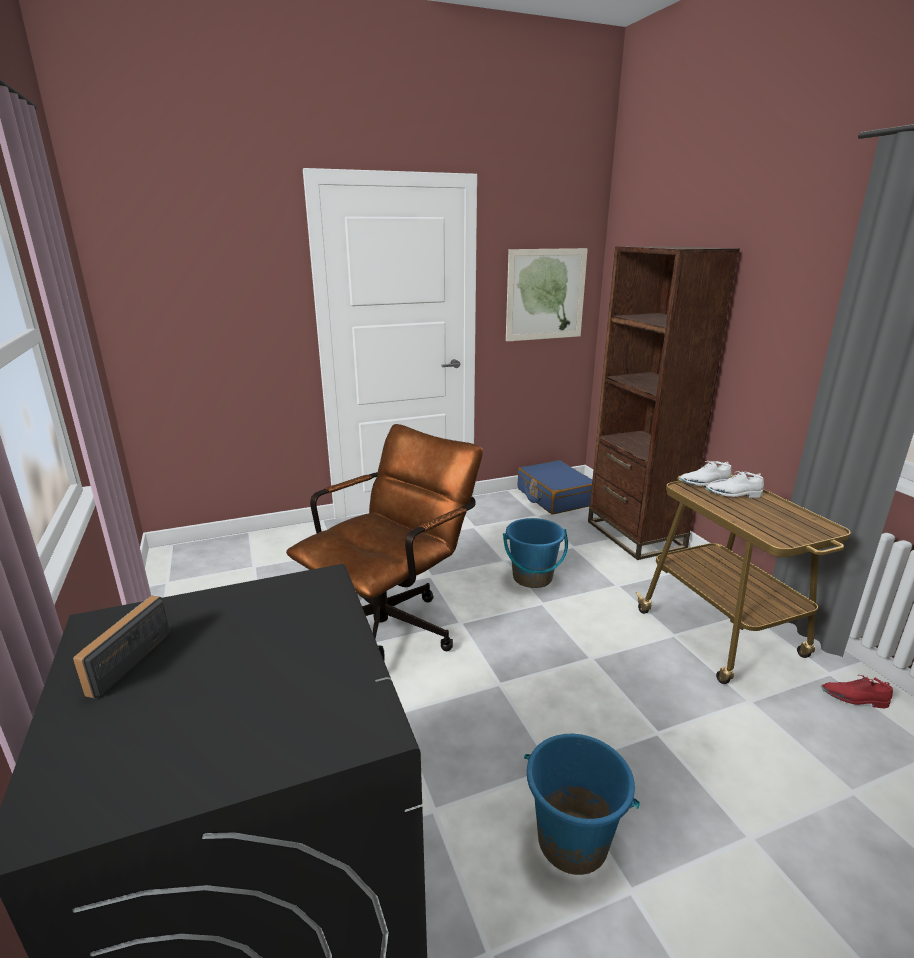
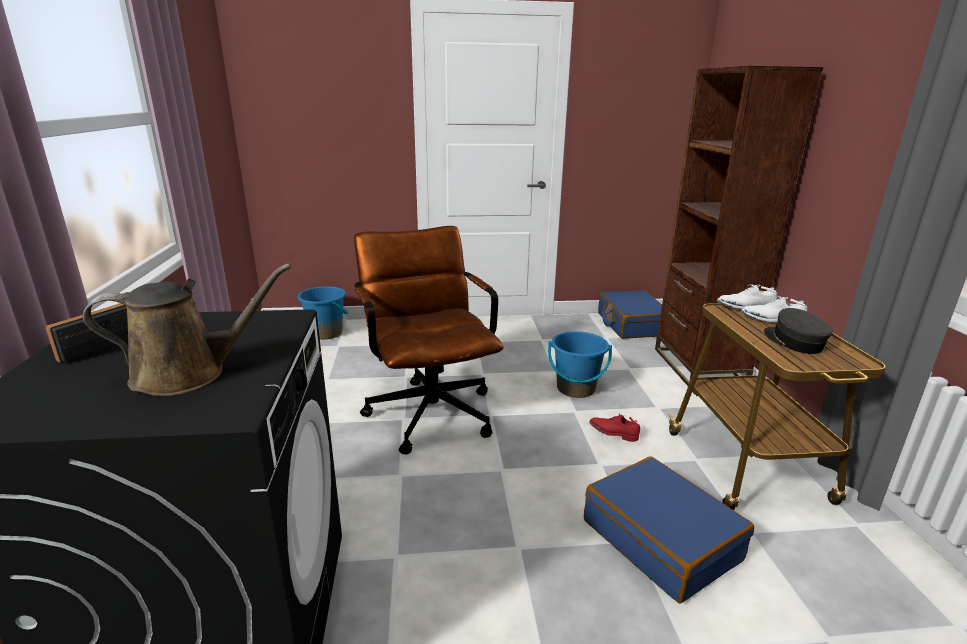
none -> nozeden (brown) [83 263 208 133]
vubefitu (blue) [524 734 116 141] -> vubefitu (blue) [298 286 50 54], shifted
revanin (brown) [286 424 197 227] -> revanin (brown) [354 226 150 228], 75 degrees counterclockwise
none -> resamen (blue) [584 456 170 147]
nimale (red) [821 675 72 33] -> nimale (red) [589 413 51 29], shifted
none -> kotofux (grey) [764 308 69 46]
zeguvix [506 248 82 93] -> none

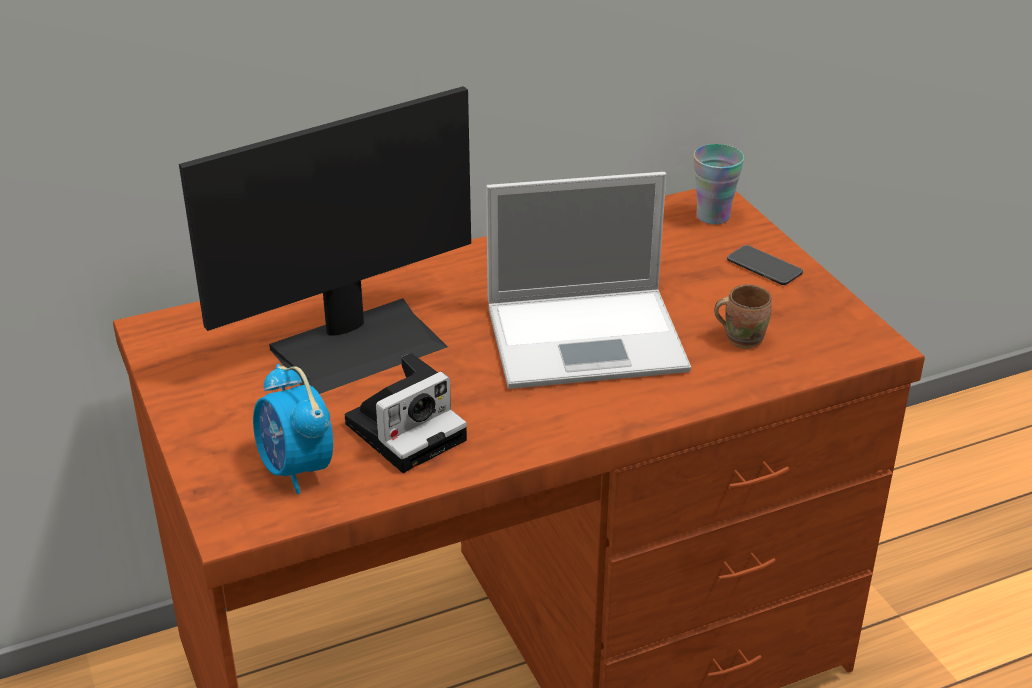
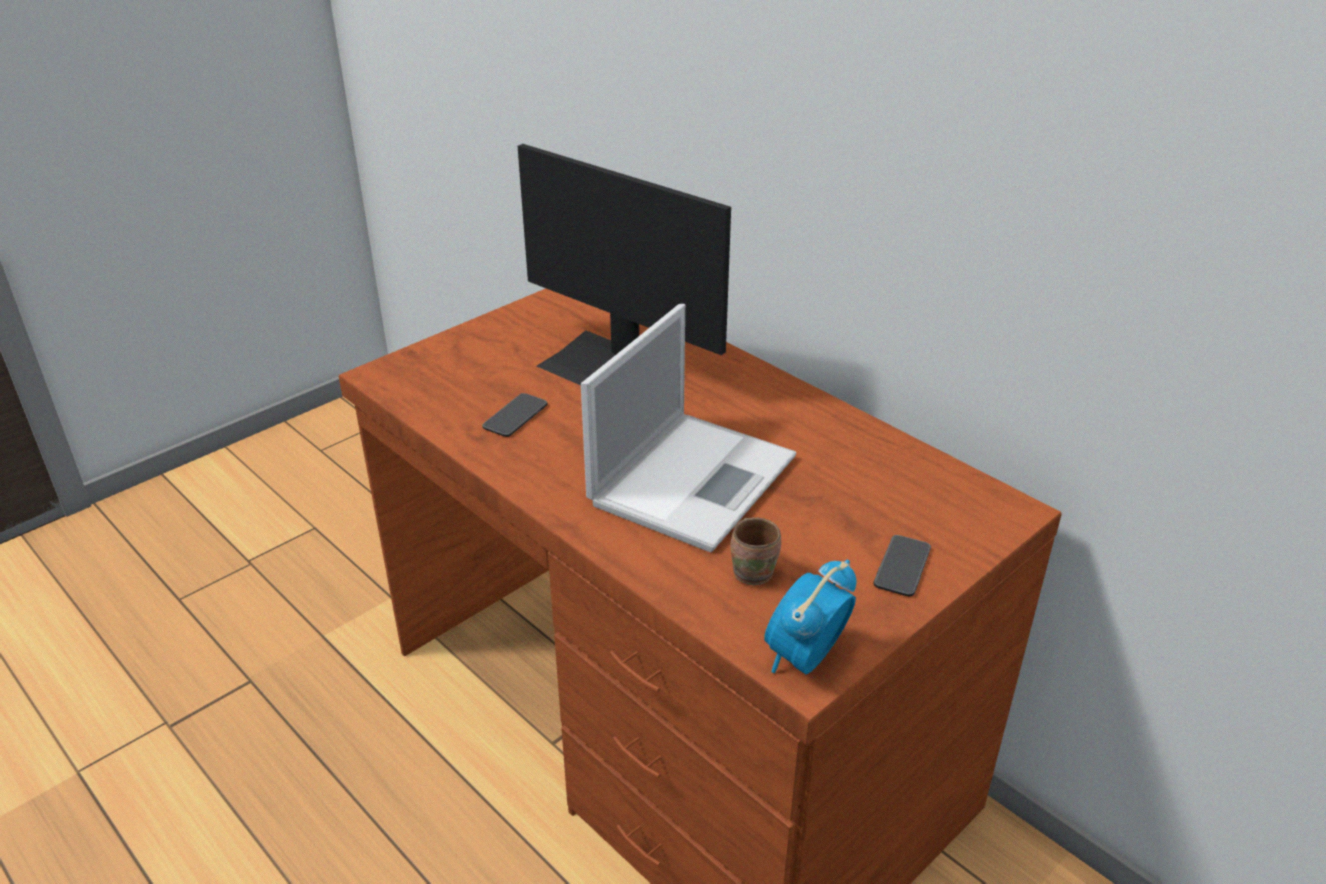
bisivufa [345 353 122 120] -> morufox [482 393 66 44]
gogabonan [486 172 205 217] -> gogabonan [581 304 215 248], 120 degrees counterclockwise
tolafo [253 364 80 130] -> tolafo [764 560 92 114], shifted
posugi [694 144 50 80] -> none

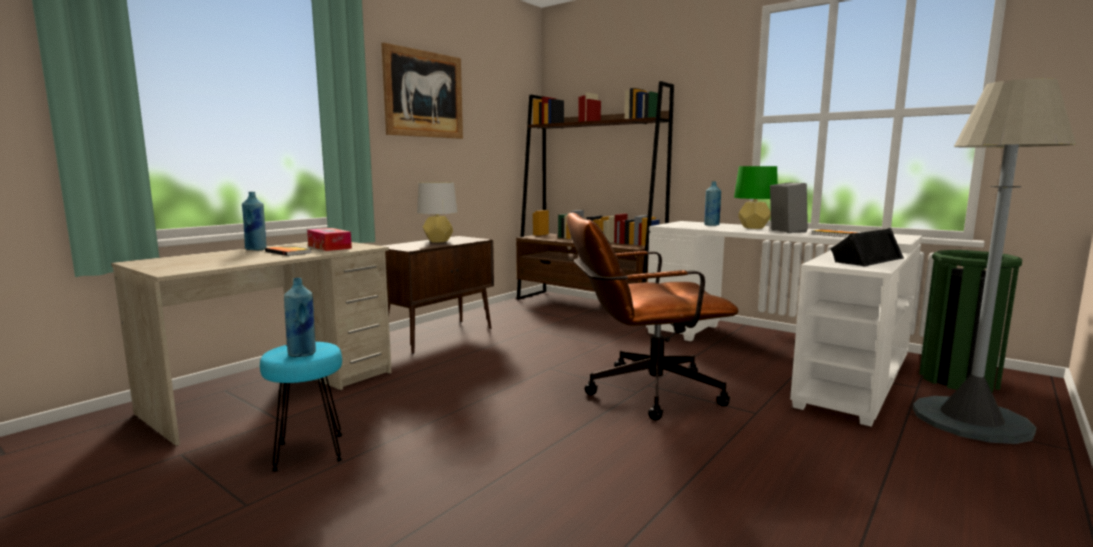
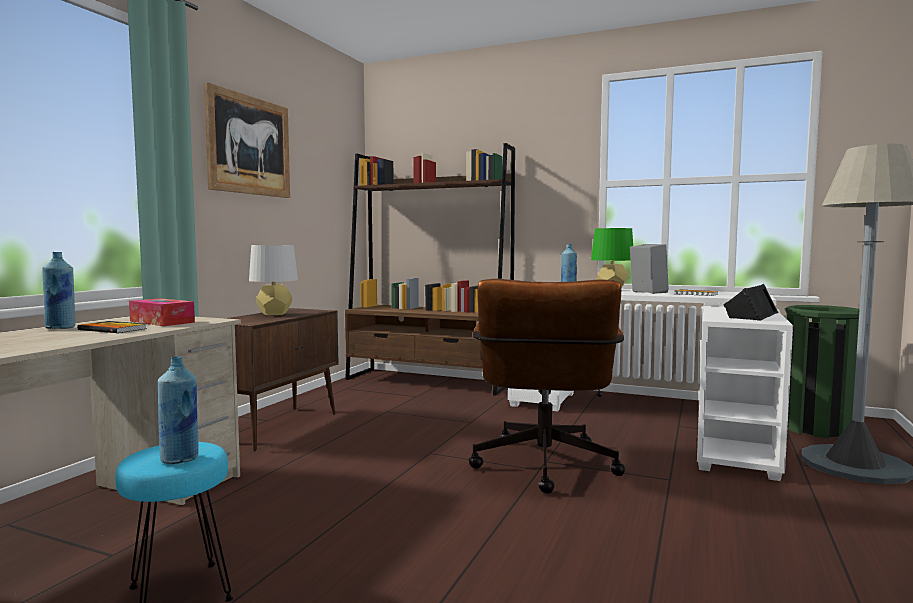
revanin (brown) [567 213 171 207] -> revanin (brown) [469 279 157 215], 60 degrees counterclockwise

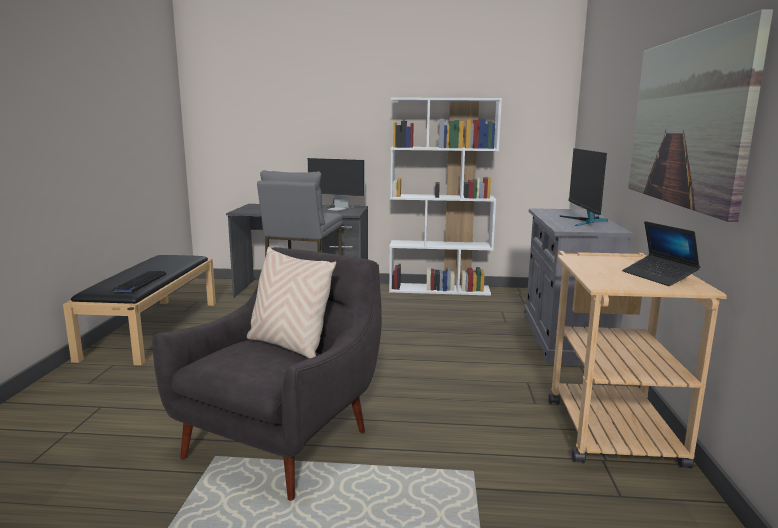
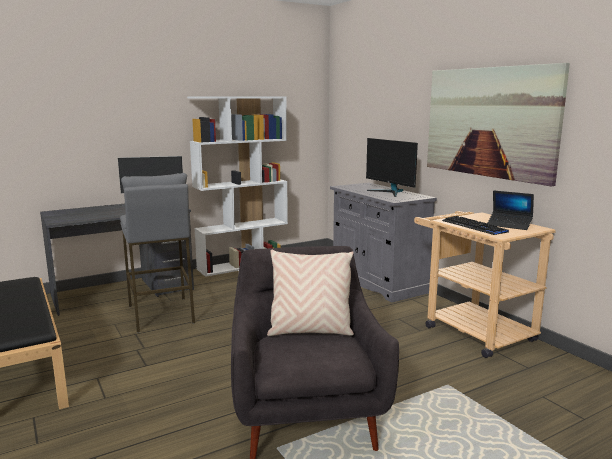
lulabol [111 271 55 22] -> lulabol [442 216 67 19], shifted

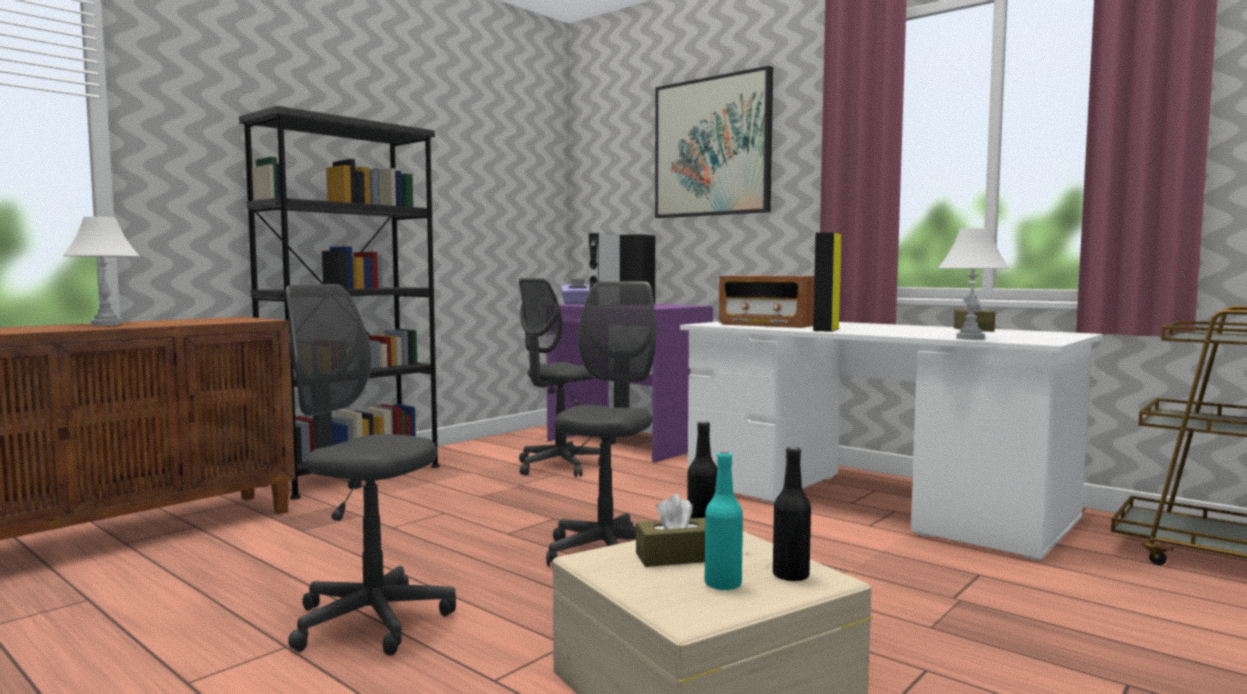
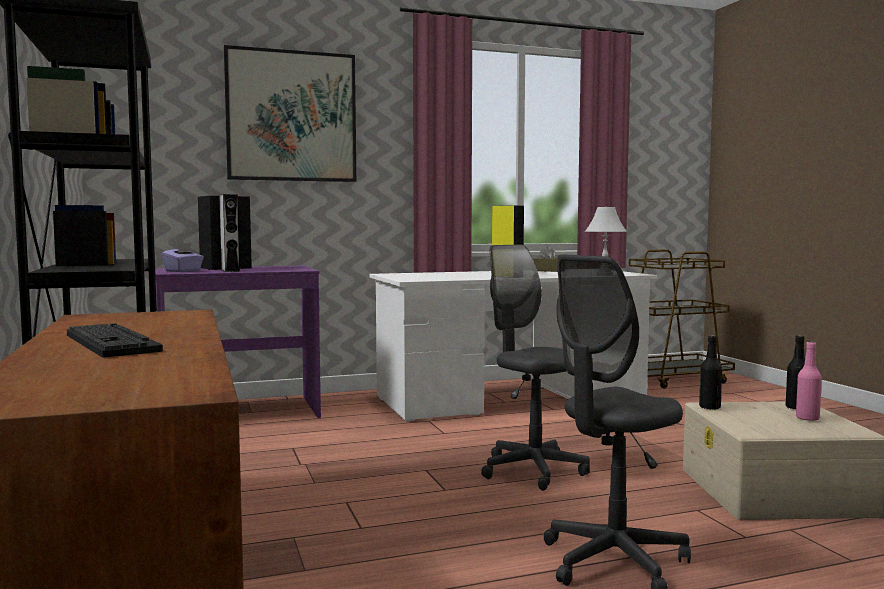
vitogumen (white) [63 216 77 110] -> lulabol [67 323 96 35]
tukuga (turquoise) [705 452 38 139] -> tukuga (pink) [796 342 26 79]
revanin (grey) [519 278 81 199] -> none
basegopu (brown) [636 494 69 73] -> none
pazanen [719 276 95 52] -> none

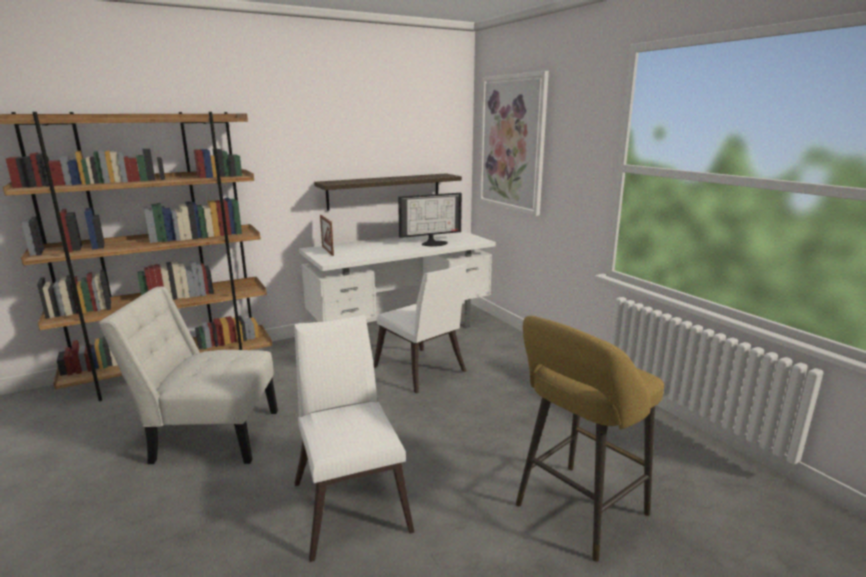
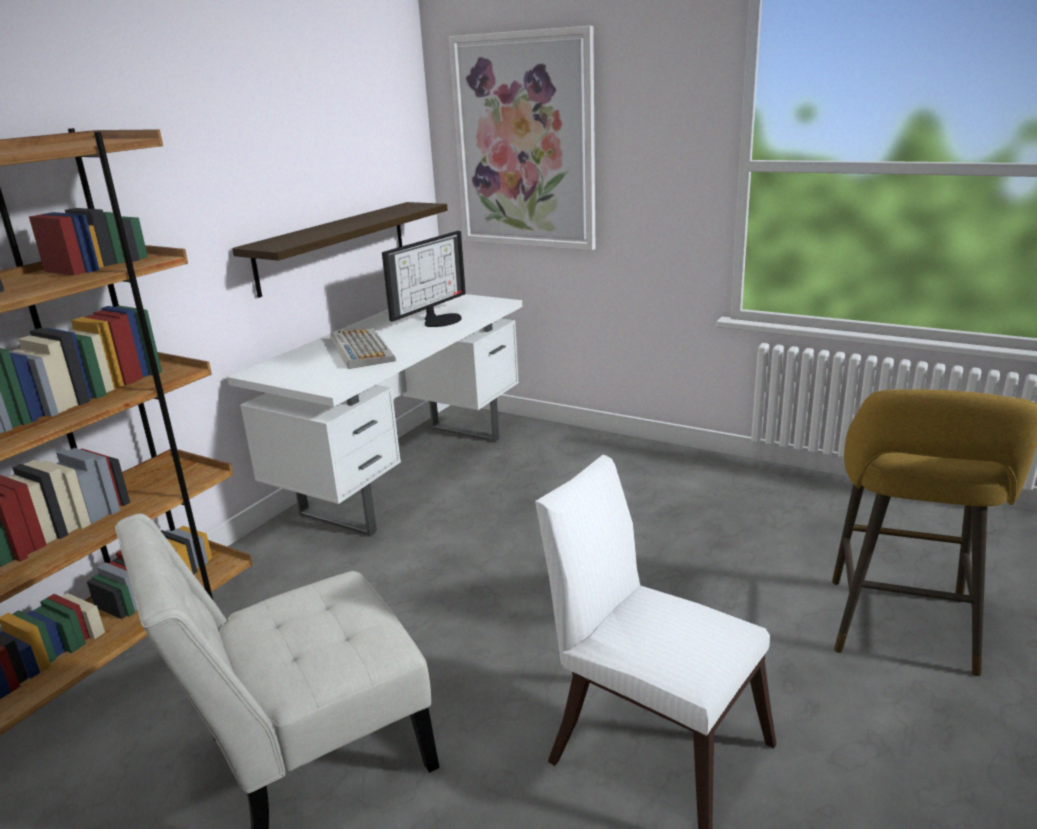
none -> lulabol [331 328 65 41]
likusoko [320 215 14 41] -> none
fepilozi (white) [374 264 93 129] -> none

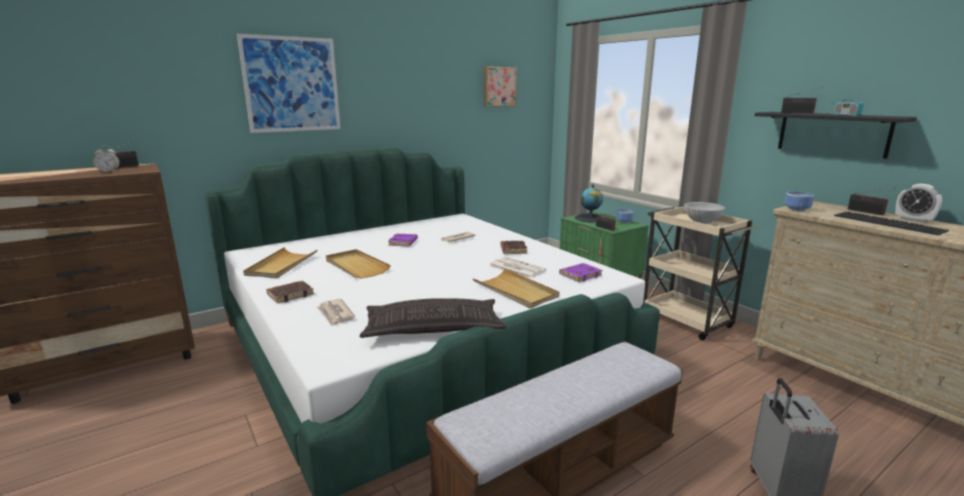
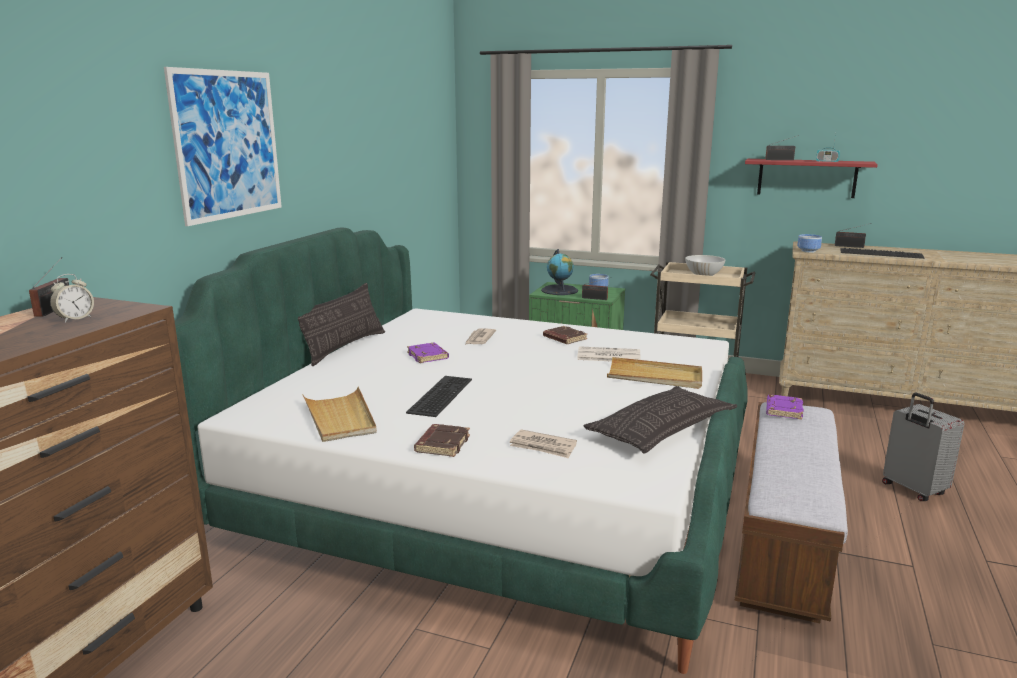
none -> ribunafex [298 283 87 83]
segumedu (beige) [326 249 65 30] -> lulabol [406 376 66 41]
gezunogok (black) [755 112 162 47] -> gezunogok (red) [745 159 133 39]
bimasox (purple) [559 263 43 19] -> bimasox (purple) [766 395 38 25], shifted
zeguvix [484 67 33 40] -> none
tolafo [895 184 47 39] -> none

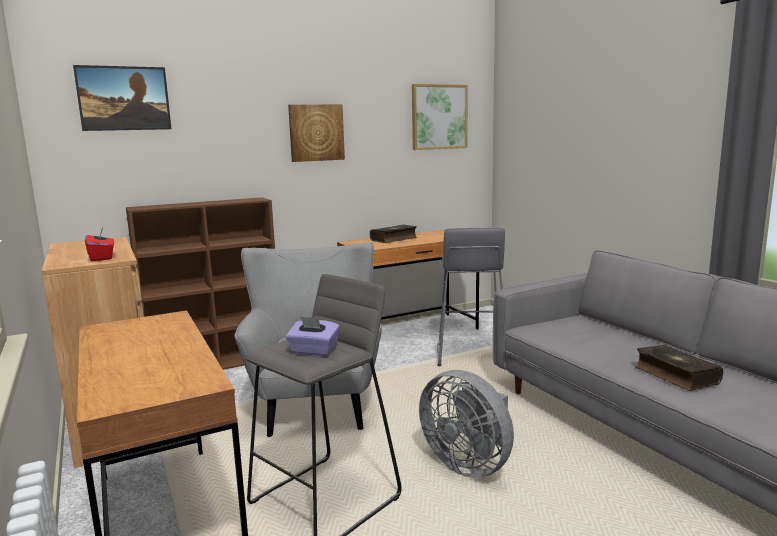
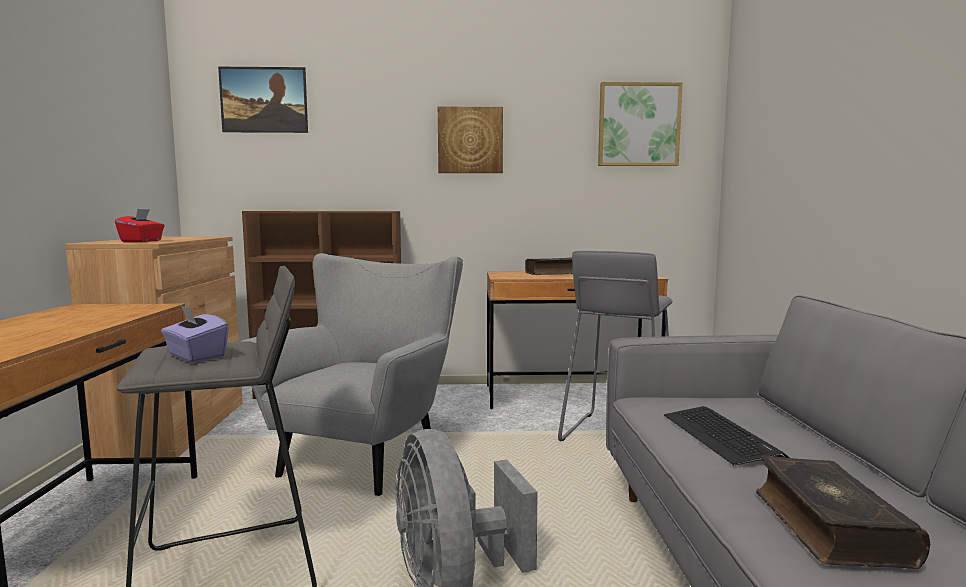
none -> lulabol [664 406 126 59]

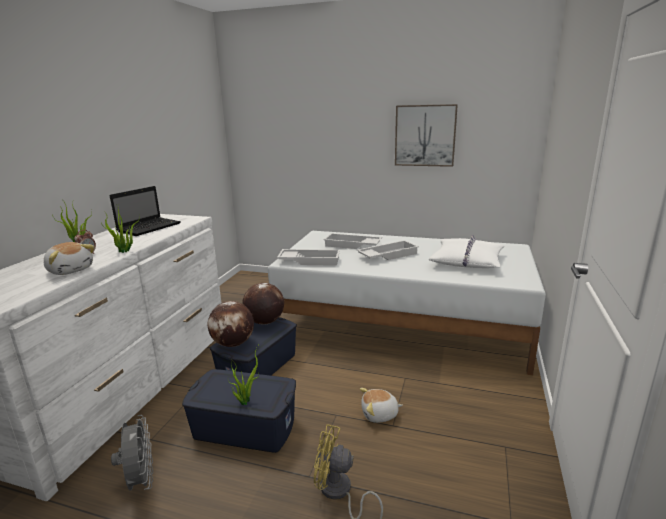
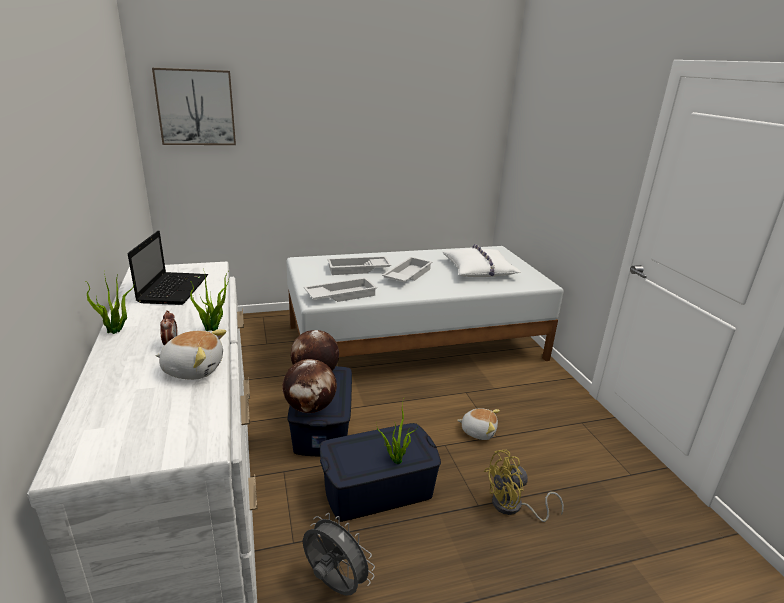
zeguvix [395 104 63 63] -> zeguvix [152 68 84 77], shifted
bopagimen [360 388 43 35] -> bopagimen [457 408 43 32], 120 degrees counterclockwise

